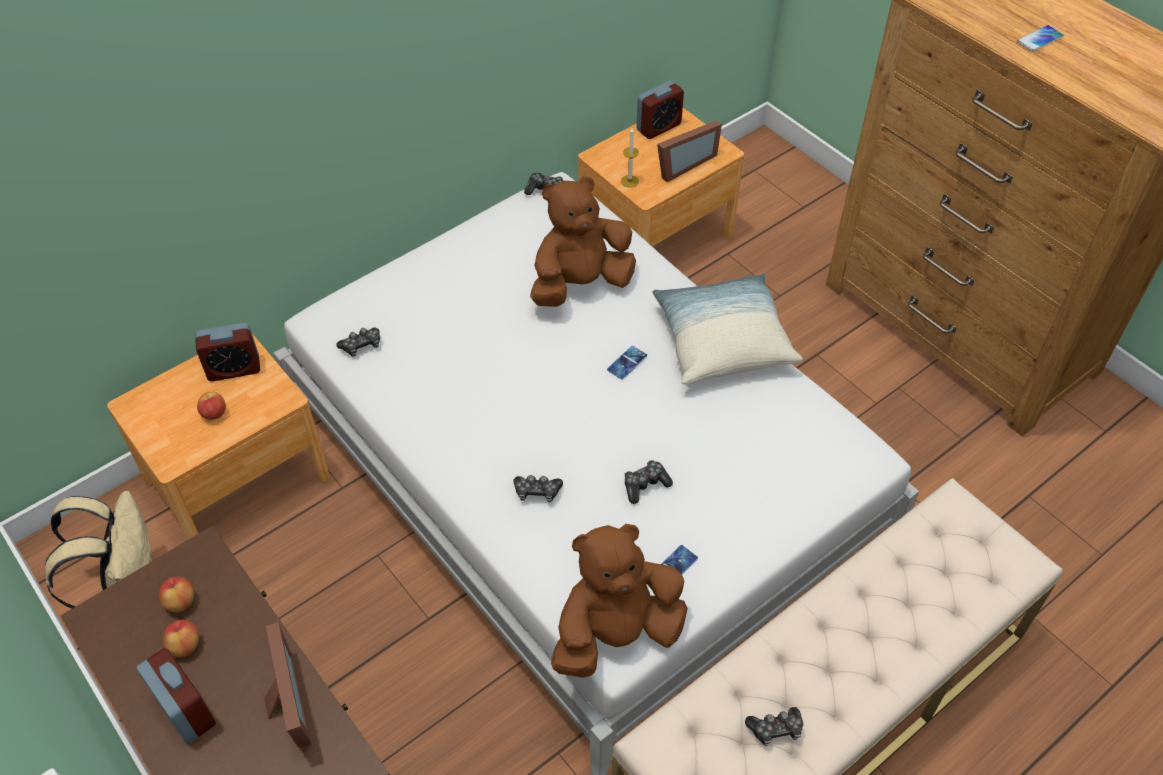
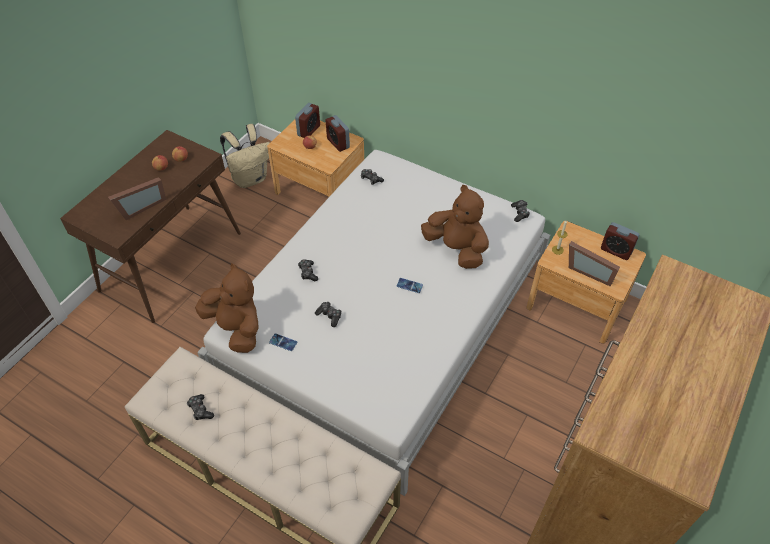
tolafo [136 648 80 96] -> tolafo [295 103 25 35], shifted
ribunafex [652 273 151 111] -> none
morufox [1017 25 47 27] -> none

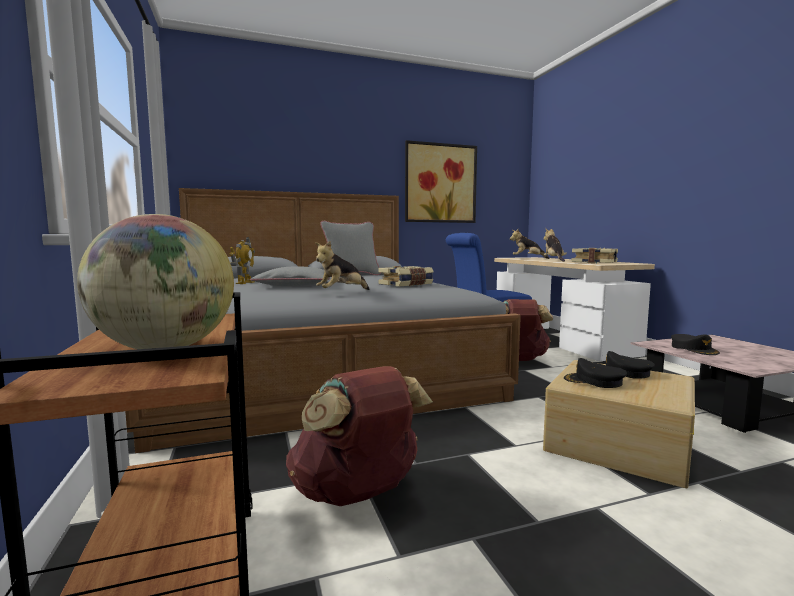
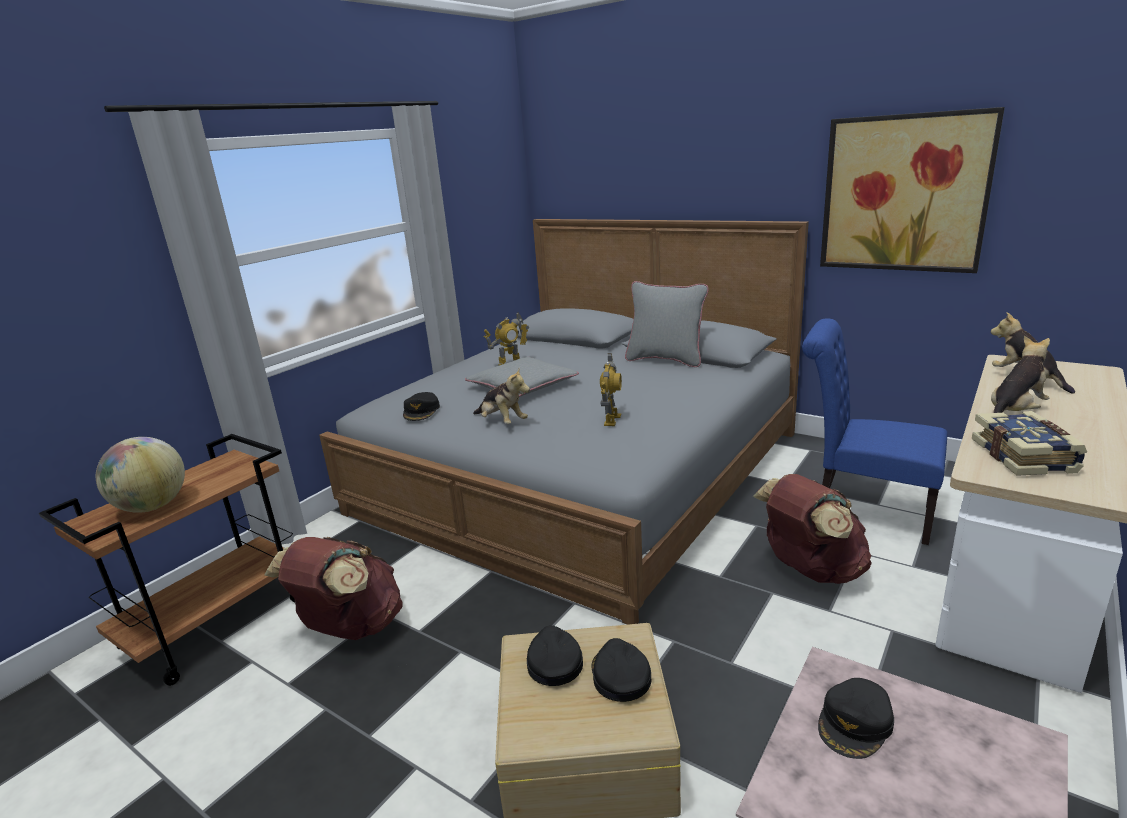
none -> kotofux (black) [403 392 37 29]
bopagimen [315 241 55 49] -> bopagimen [473 368 57 56], 150 degrees counterclockwise
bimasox [378 266 56 20] -> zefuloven [600 353 22 73]

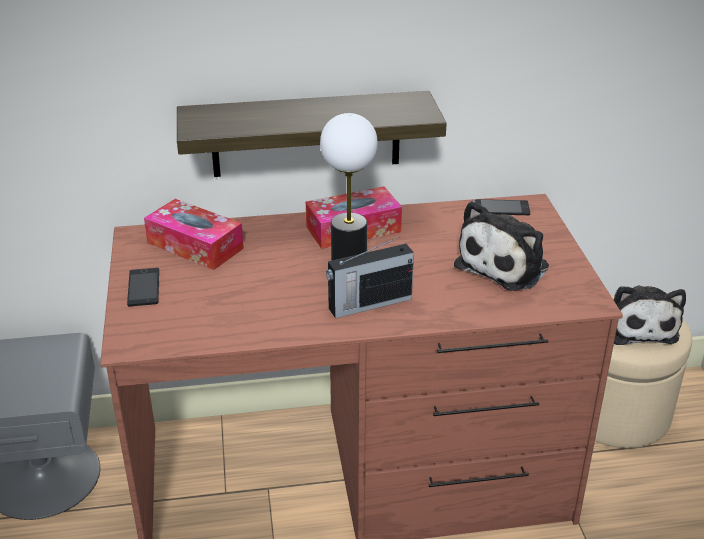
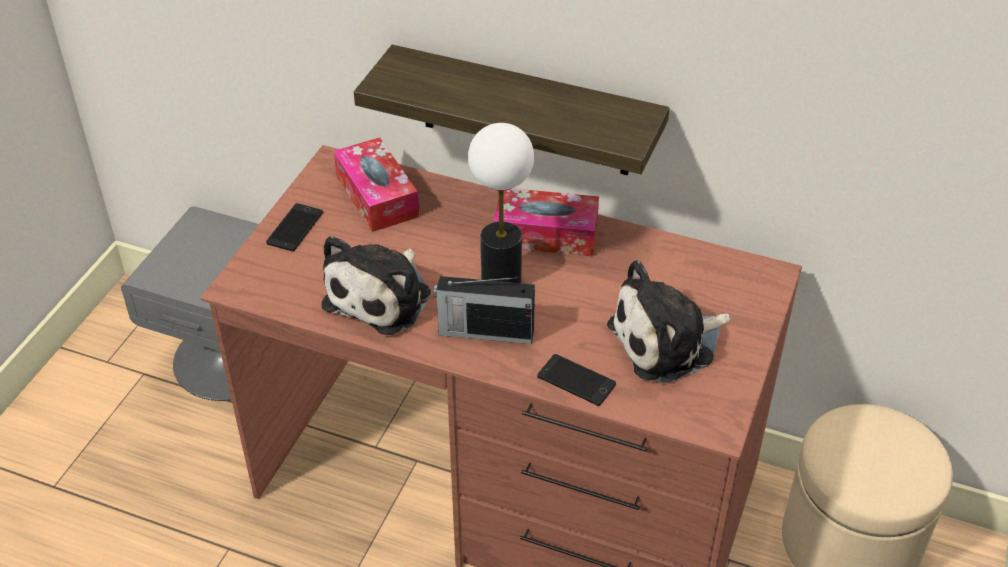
bopagimen [614 286 72 59] -> bopagimen [322 235 109 100], shifted
morufox [475 199 55 17] -> morufox [537 354 79 52], shifted

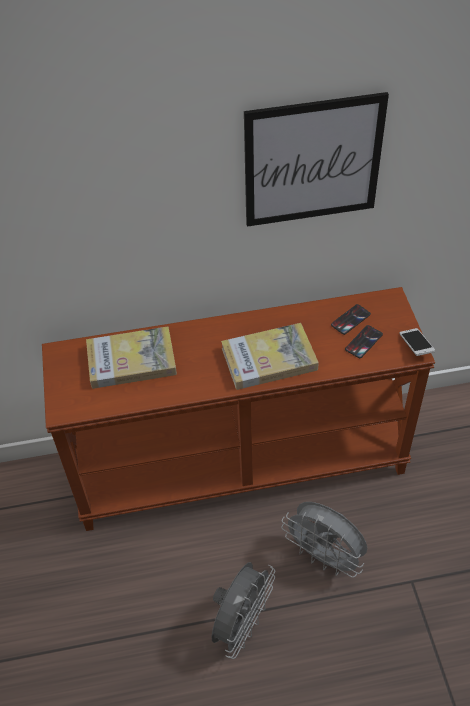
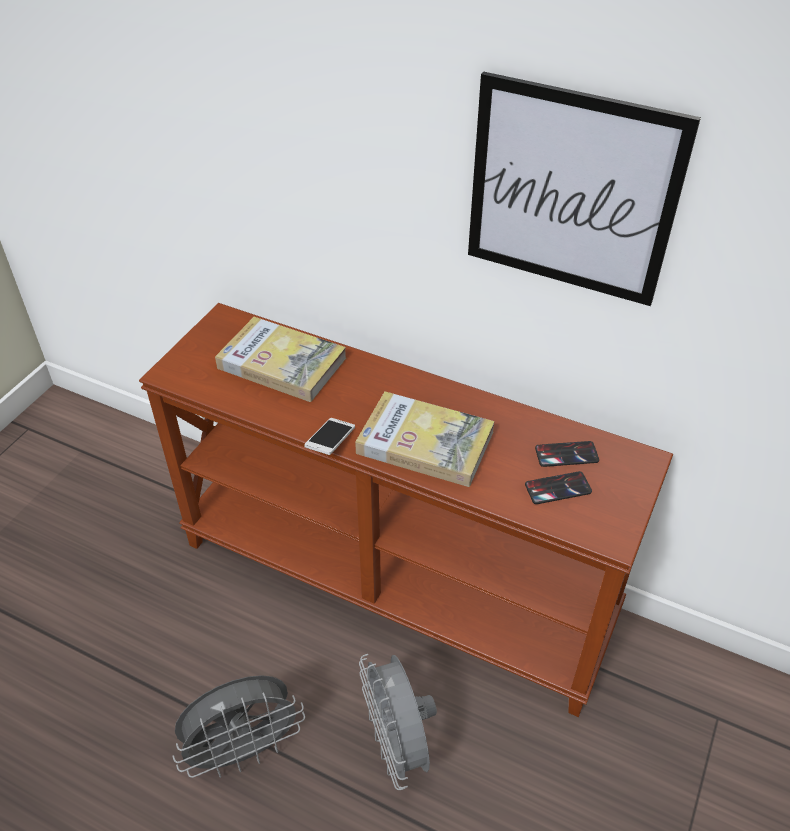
morufox [399 328 36 28] -> morufox [304 418 51 37], shifted

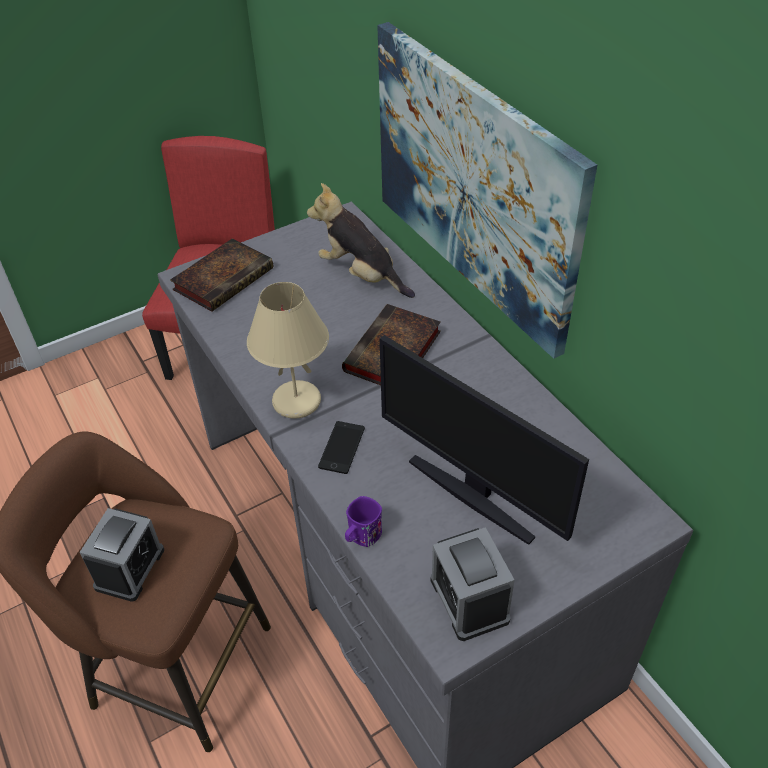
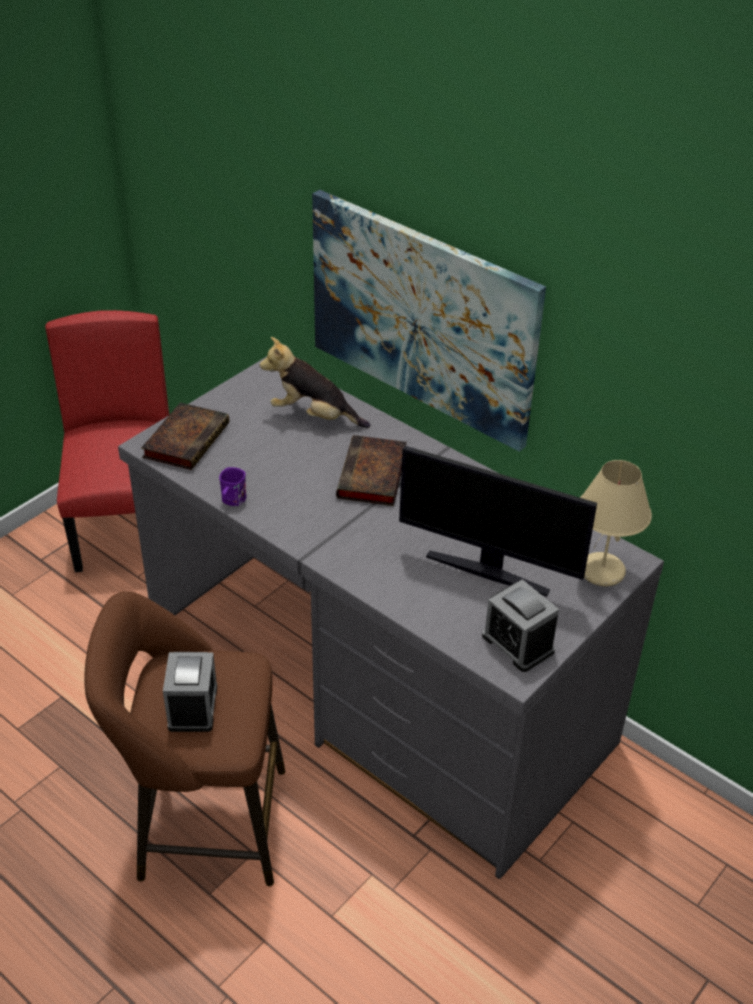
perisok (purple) [345 496 37 51] -> perisok (purple) [219 467 27 39], shifted
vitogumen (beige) [247 282 82 137] -> vitogumen (beige) [580 460 72 126], shifted
morufox [318 421 47 53] -> none

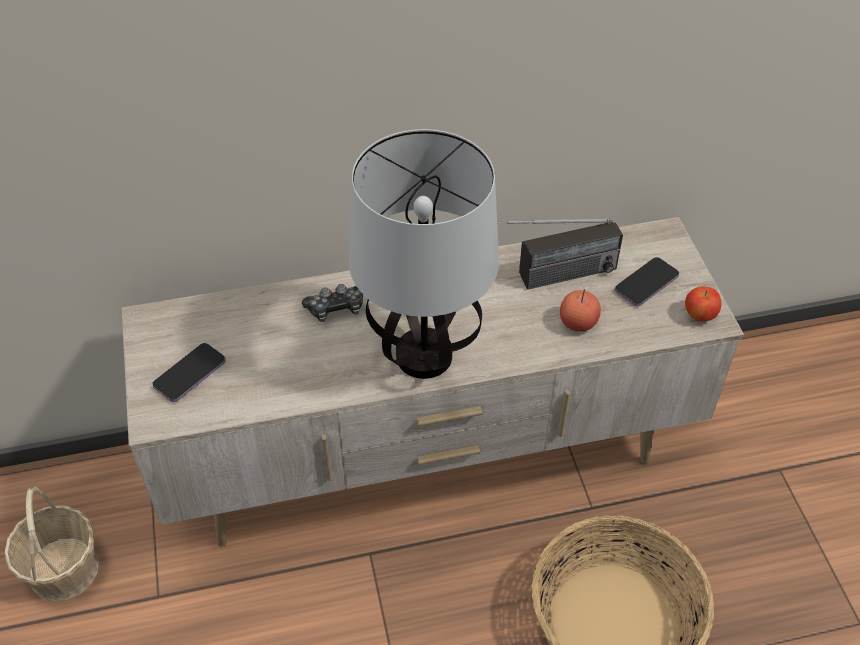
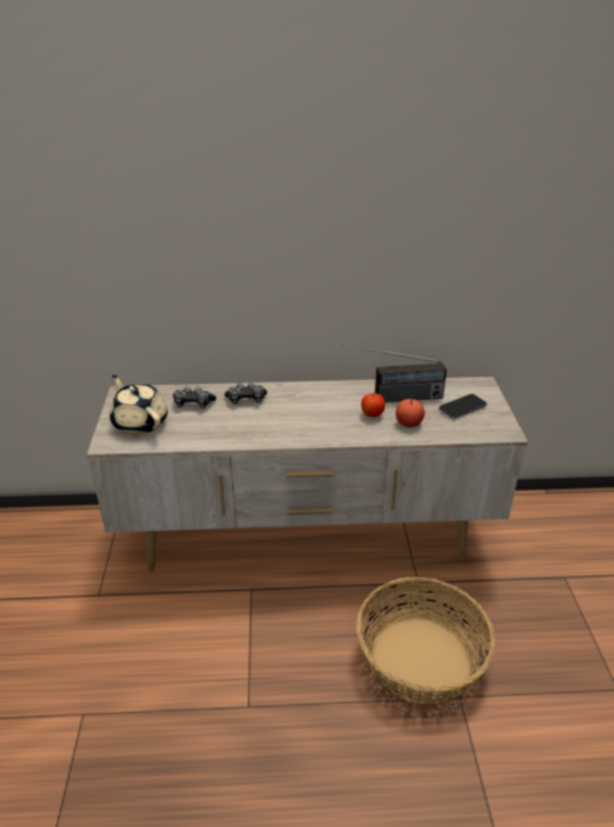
morufox [152 343 74 59] -> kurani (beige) [110 375 58 60]
none -> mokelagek [173 386 43 23]
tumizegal [685 286 36 35] -> tumizegal [361 393 24 24], shifted
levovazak [4 487 95 114] -> none
vitogumen [349 129 150 250] -> none

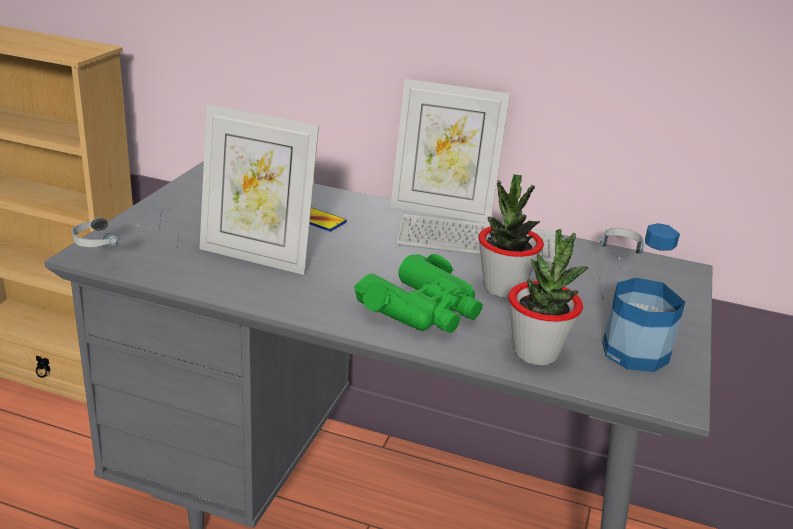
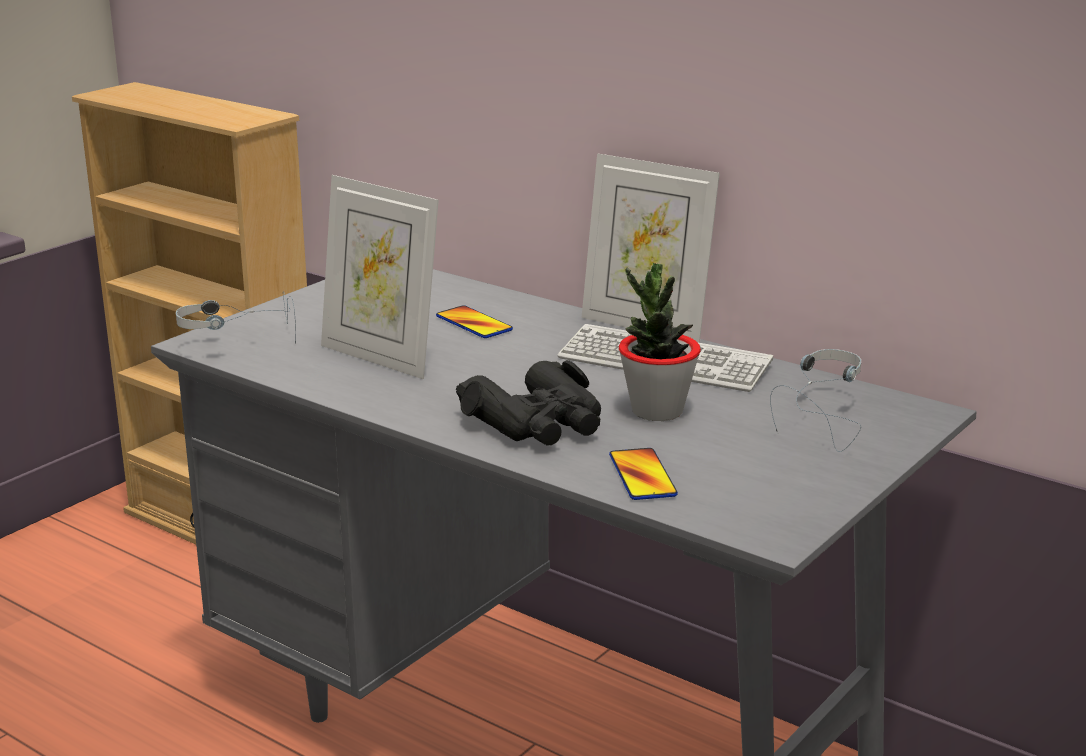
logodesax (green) [354 254 129 79] -> logodesax (black) [456 360 145 86]
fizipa [508 229 81 136] -> morufox [609 448 69 52]
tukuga [602 223 83 149] -> none

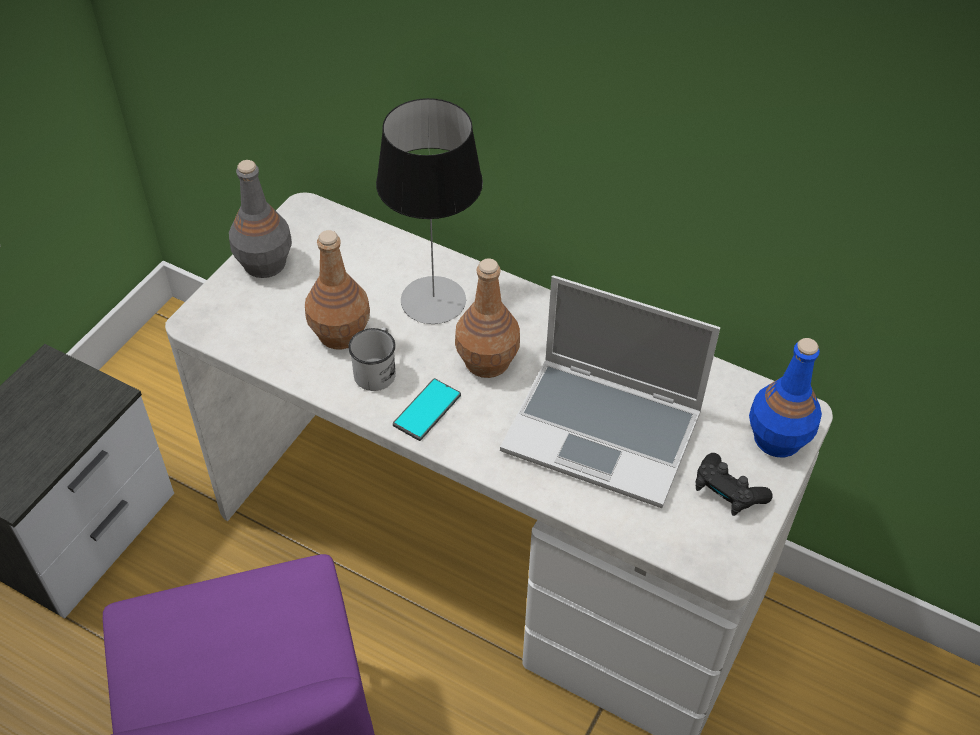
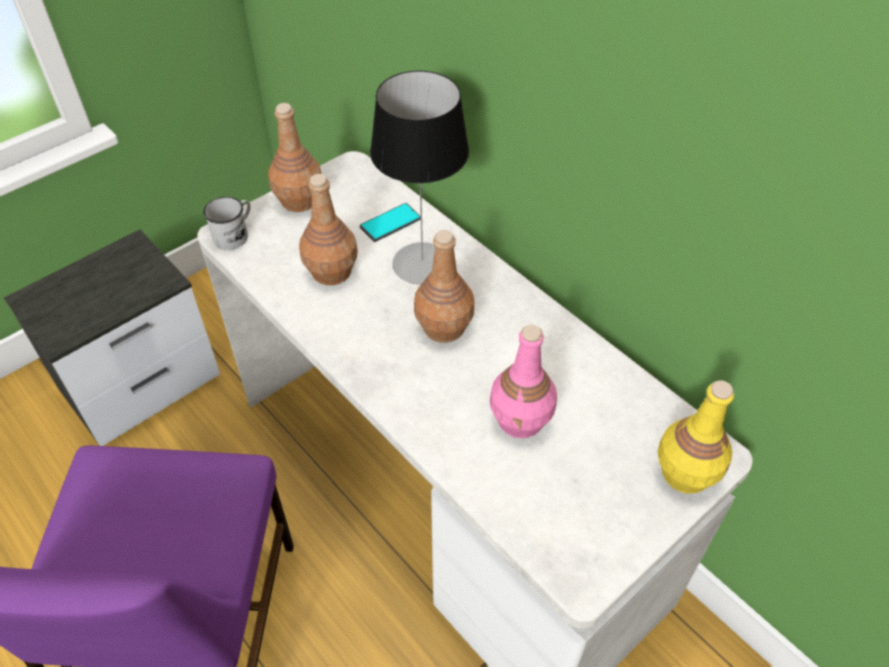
perisok (white) [348 327 48 64] -> perisok (white) [203 197 47 53], shifted
tukuga (grey) [229 160 63 118] -> tukuga (brown) [268 103 54 109]
morufox [393 378 68 63] -> morufox [360 203 61 39], shifted
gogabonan [500 275 220 233] -> tukuga (pink) [490 325 67 113]
tukuga (blue) [749 338 73 119] -> tukuga (yellow) [658 380 76 114]
mokelagek (black) [696 453 77 63] -> none

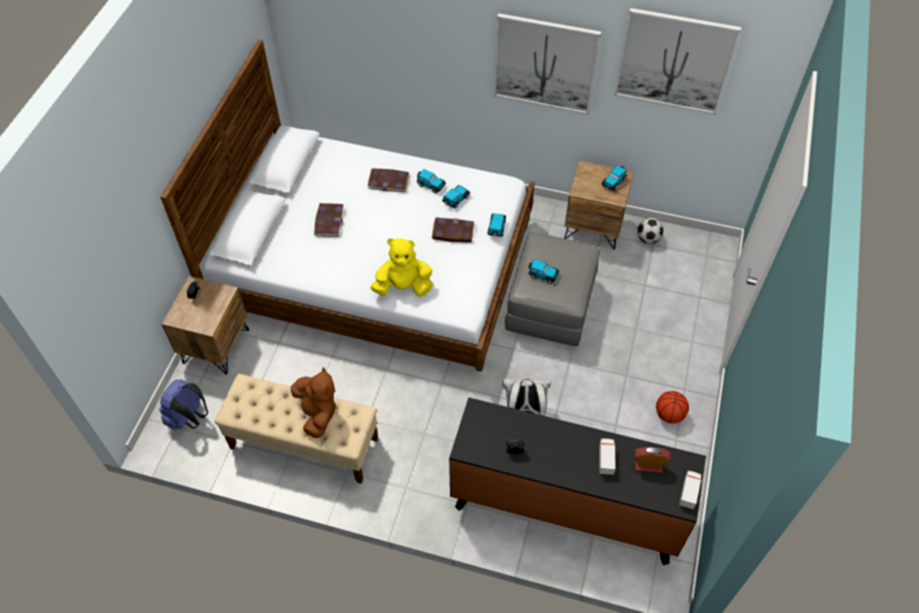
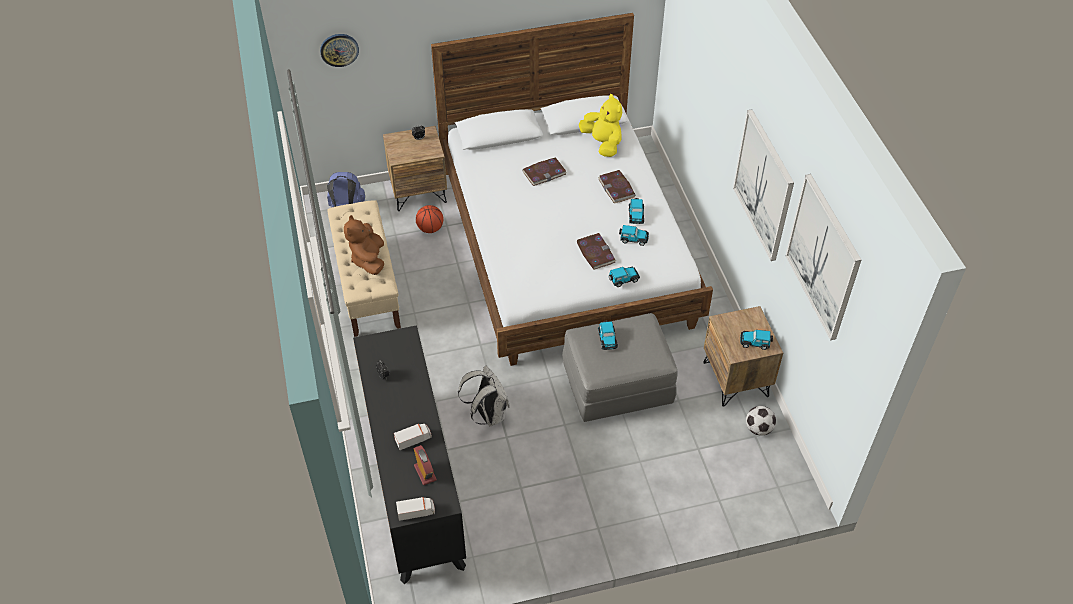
none -> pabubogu [320 34 39 33]
bopagimen (brown) [291 367 46 71] -> bopagimen (brown) [344 215 40 60], 135 degrees clockwise
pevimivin [656 391 33 32] -> pevimivin [416 205 27 28], shifted
bopagimen (yellow) [371 238 62 59] -> bopagimen (yellow) [579 94 43 63], shifted

